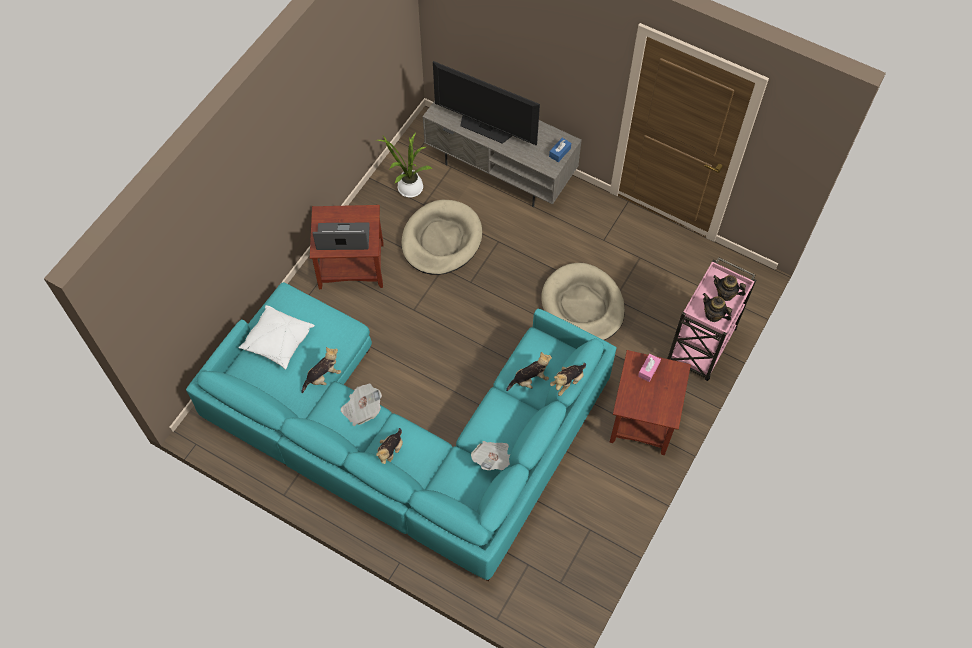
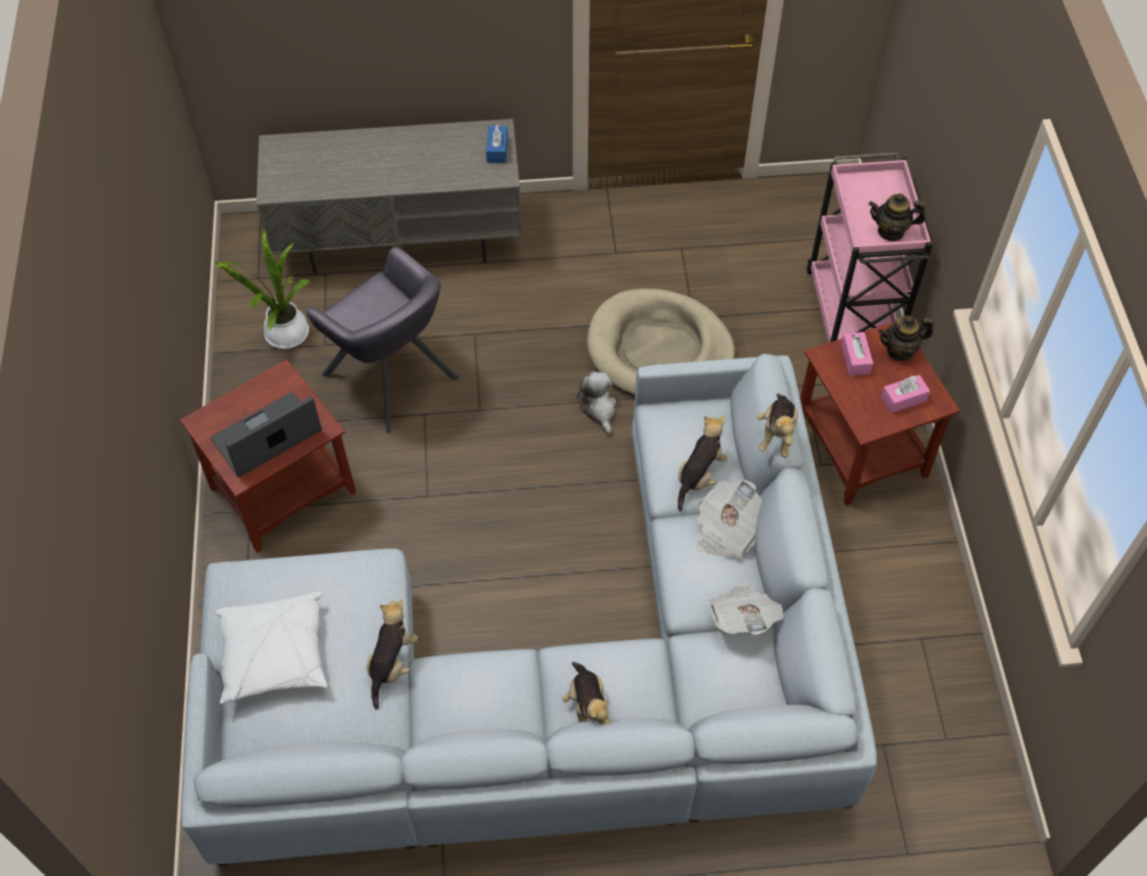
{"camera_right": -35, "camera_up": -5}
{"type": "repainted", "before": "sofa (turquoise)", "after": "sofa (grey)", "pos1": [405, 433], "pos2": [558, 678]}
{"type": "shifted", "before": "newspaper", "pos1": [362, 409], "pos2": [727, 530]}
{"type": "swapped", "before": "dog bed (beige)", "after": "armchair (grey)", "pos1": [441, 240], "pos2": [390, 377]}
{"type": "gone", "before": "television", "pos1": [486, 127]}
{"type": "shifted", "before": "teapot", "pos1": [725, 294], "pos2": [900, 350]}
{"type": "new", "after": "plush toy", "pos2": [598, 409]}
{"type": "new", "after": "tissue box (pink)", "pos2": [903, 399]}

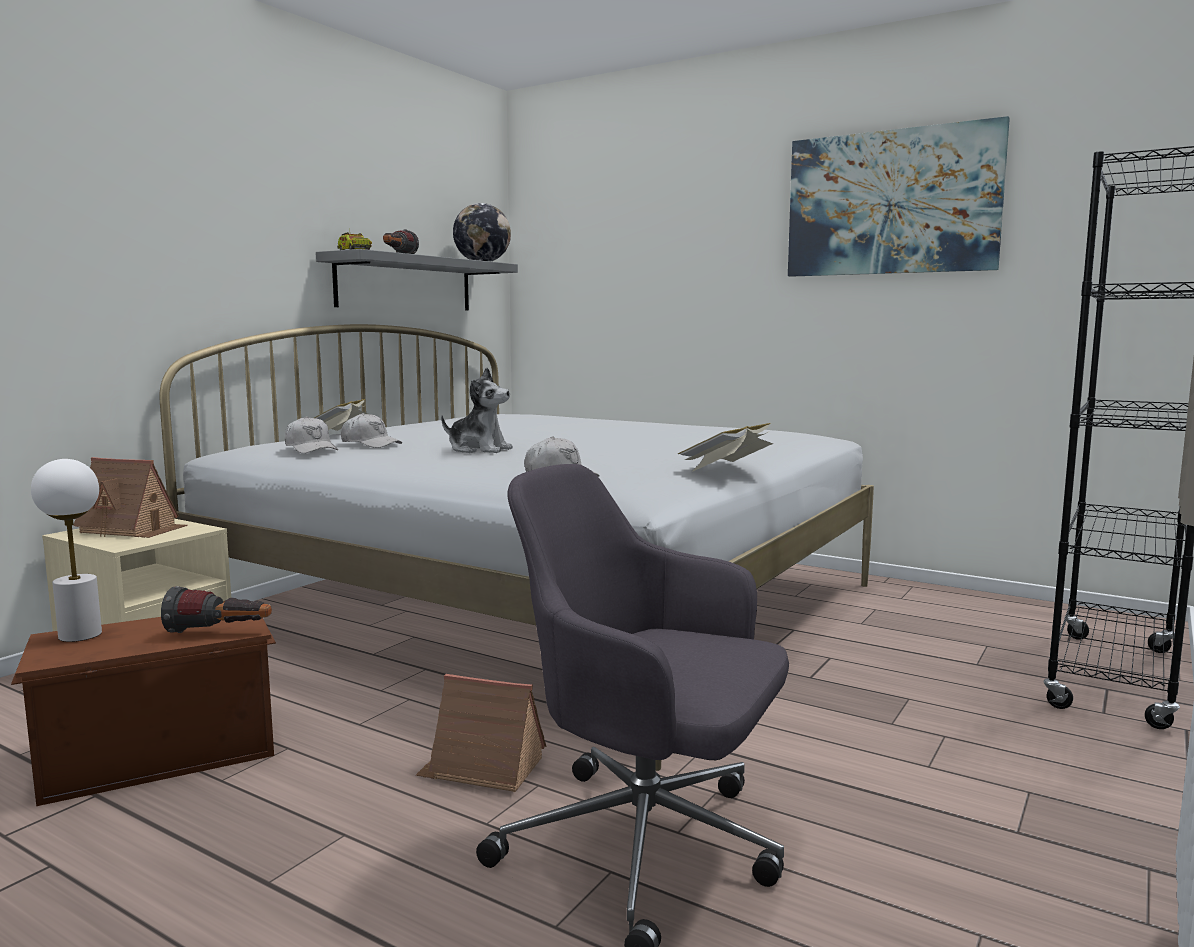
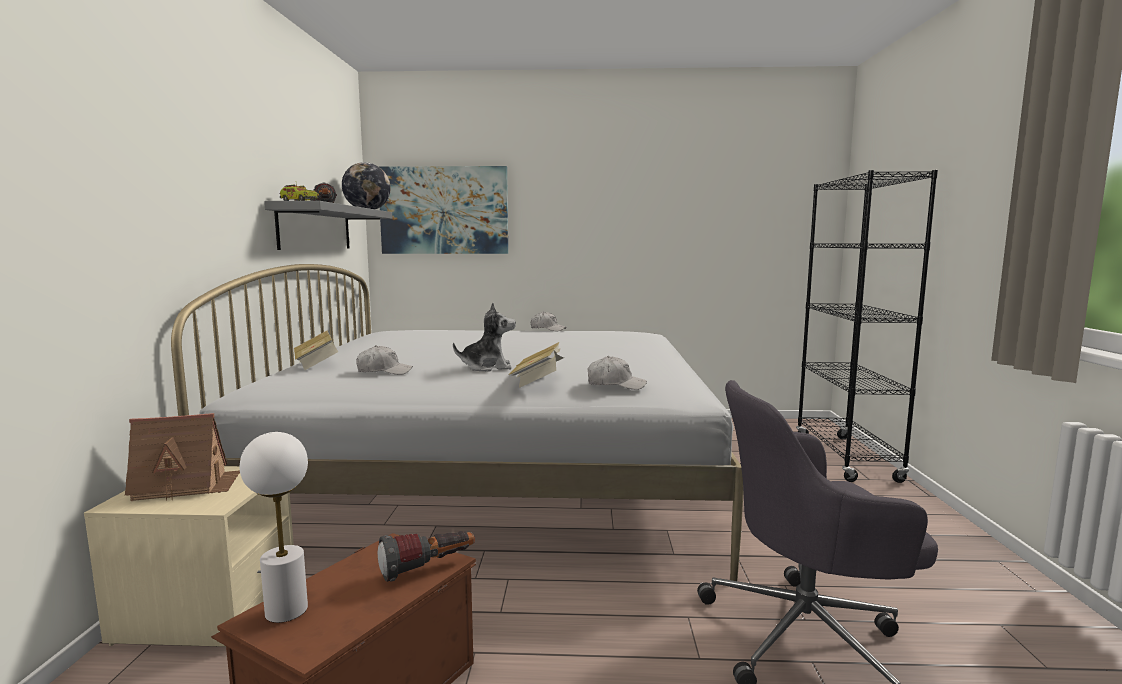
{"camera_right": -30, "camera_up": 0}
{"type": "shifted", "before": "cap (white)", "pos1": [311, 449], "pos2": [548, 329]}
{"type": "gone", "before": "toy house", "pos1": [482, 767]}
{"type": "shifted", "before": "book", "pos1": [727, 468], "pos2": [538, 380]}
{"type": "shifted", "before": "picture", "pos1": [891, 203], "pos2": [444, 210]}

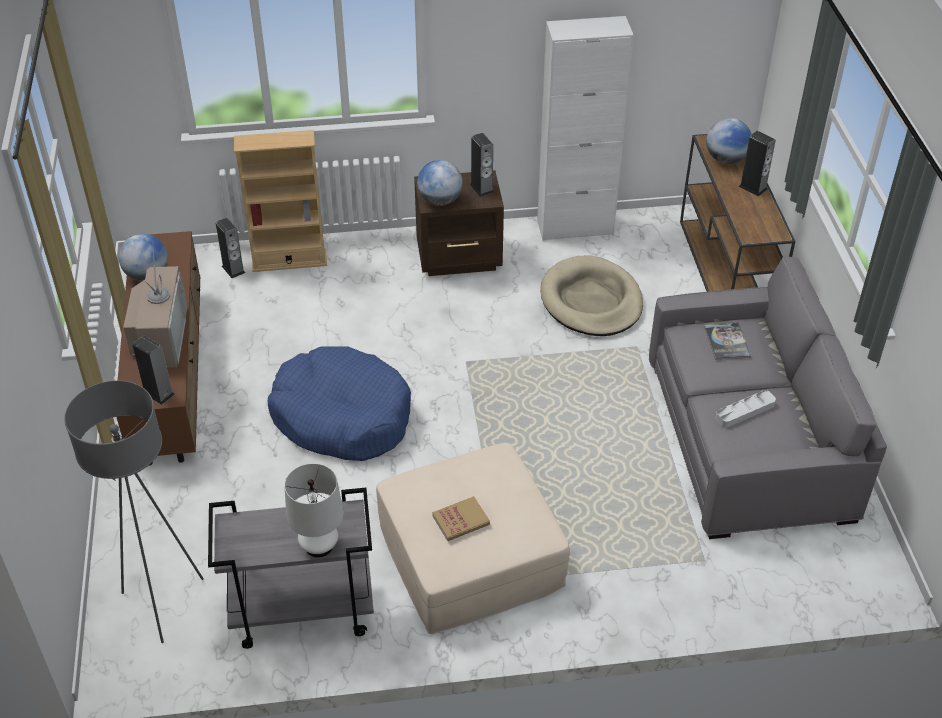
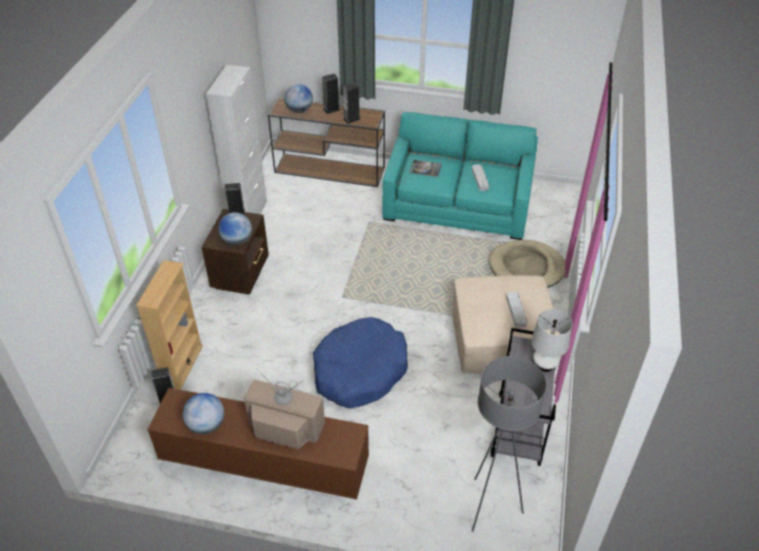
{"camera_right": -70, "camera_up": 0}
{"type": "shifted", "before": "speaker", "pos1": [158, 393], "pos2": [351, 119]}
{"type": "swapped", "before": "book", "after": "tray (grey)", "pos1": [461, 520], "pos2": [516, 311]}
{"type": "shifted", "before": "dog bed (beige)", "pos1": [591, 301], "pos2": [526, 268]}
{"type": "repainted", "before": "sofa (grey)", "after": "sofa (turquoise)", "pos1": [750, 438], "pos2": [458, 203]}

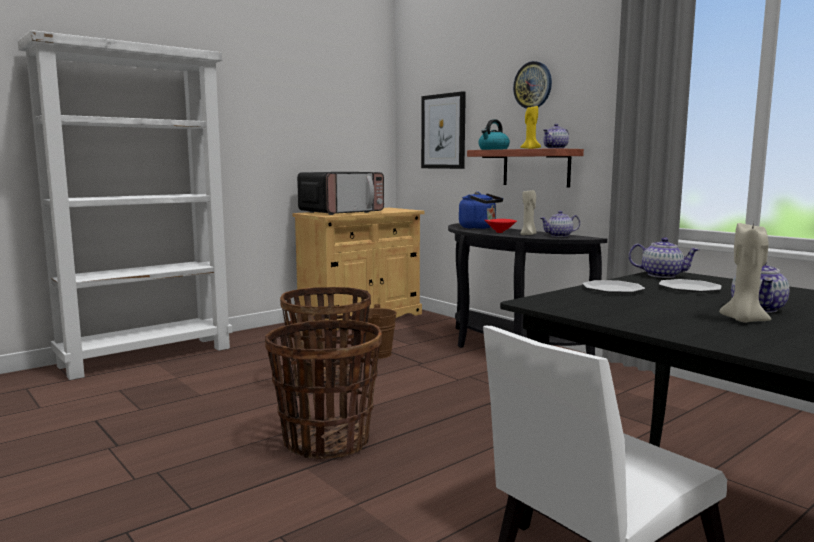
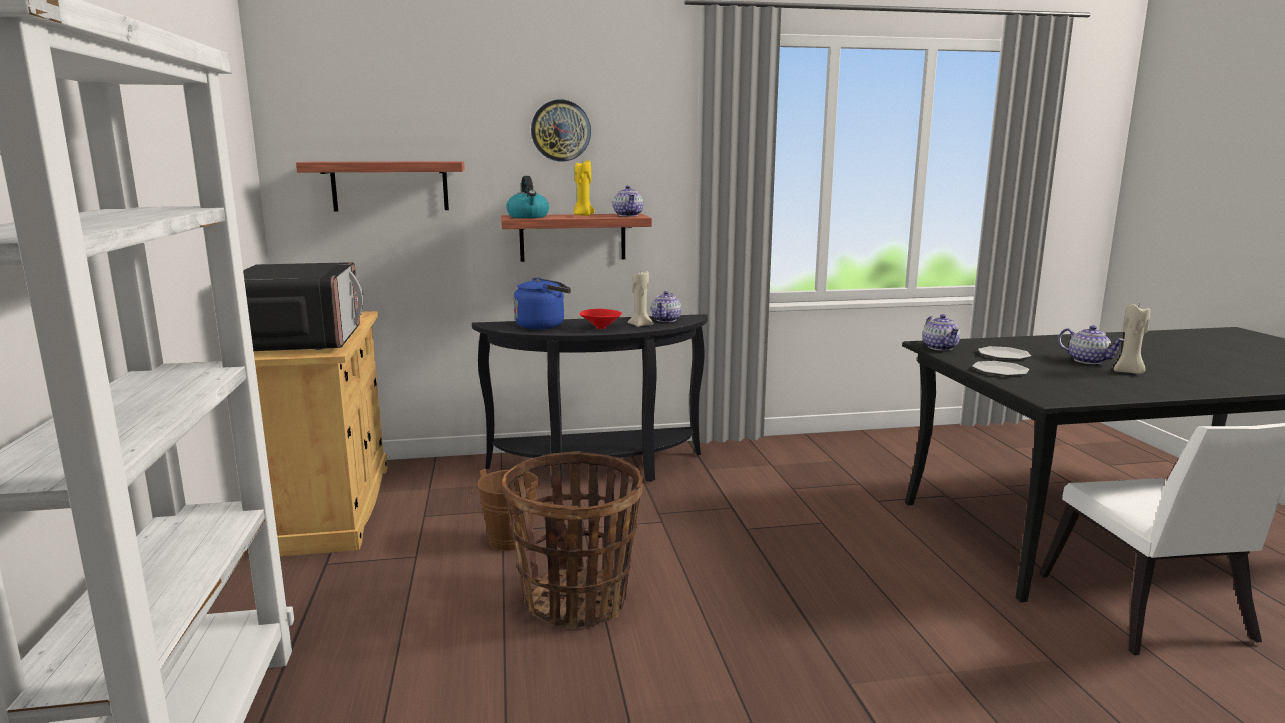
{"camera_right": -60, "camera_up": 5}
{"type": "gone", "before": "basket", "pos1": [326, 441]}
{"type": "swapped", "before": "picture", "after": "shelf", "pos1": [443, 131], "pos2": [390, 186]}
{"type": "rotated", "before": "teapot", "pos1": [662, 275], "pos2": [940, 347], "turn": 120}

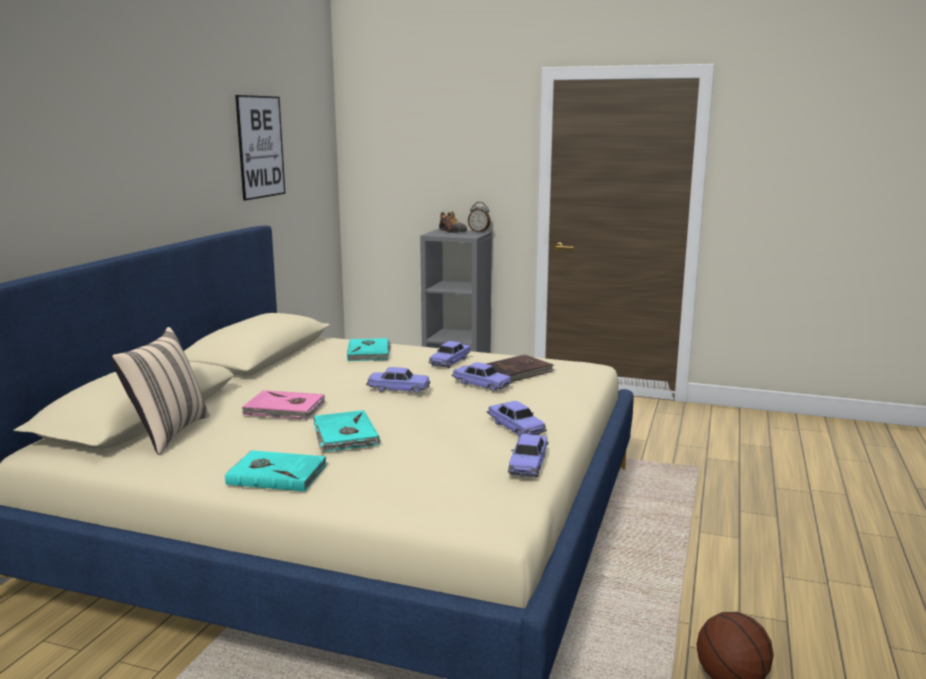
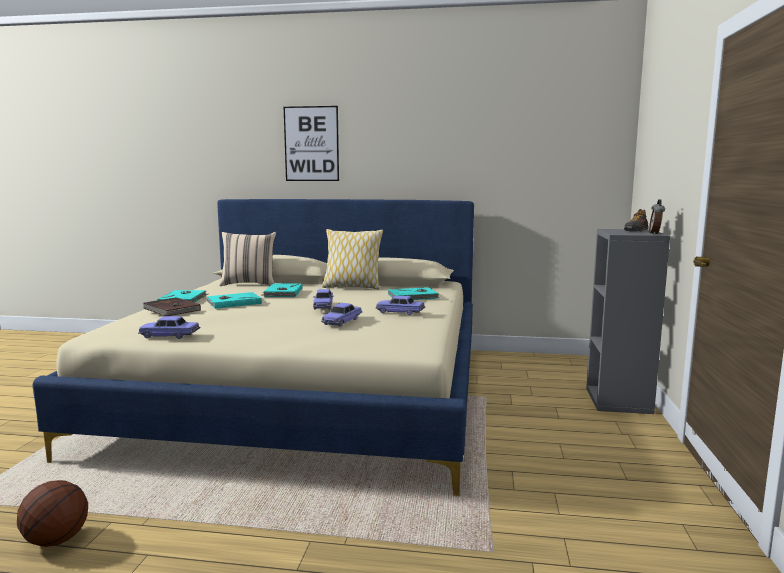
{"camera_right": 80, "camera_up": -5}
{"type": "shifted", "before": "picture", "pos1": [260, 147], "pos2": [311, 144]}
{"type": "repainted", "before": "book (pink)", "after": "book (turquoise)", "pos1": [284, 409], "pos2": [282, 292]}
{"type": "shifted", "before": "book (brown)", "pos1": [518, 372], "pos2": [171, 310]}
{"type": "gone", "before": "toy car", "pos1": [516, 427]}
{"type": "new", "after": "pillow", "pos2": [352, 287]}

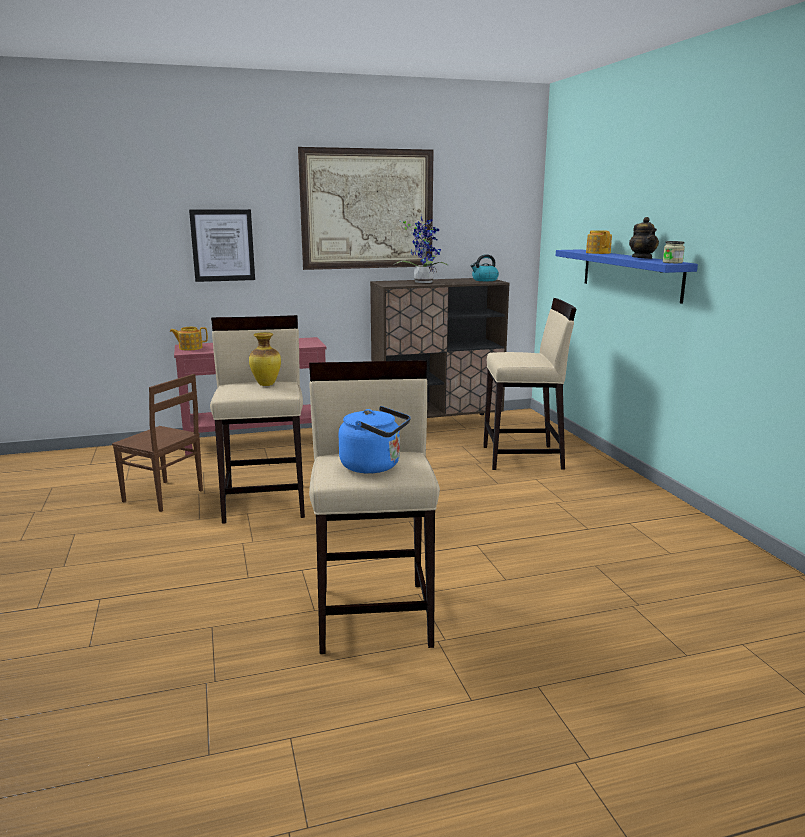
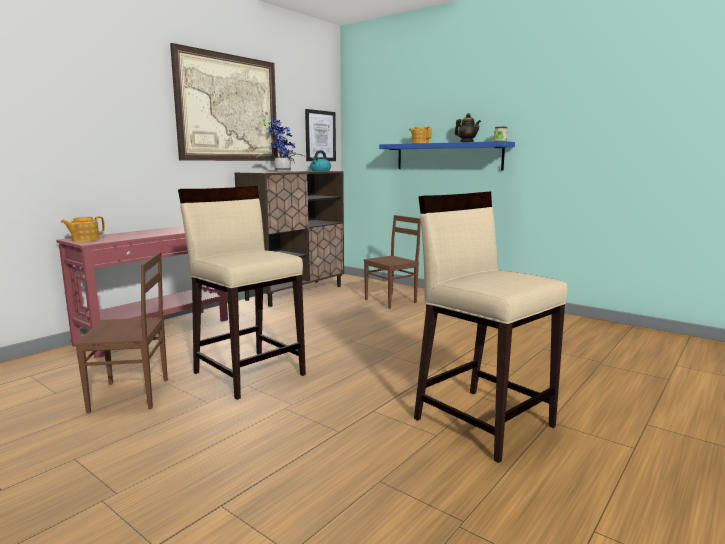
{"camera_right": -35, "camera_up": -5}
{"type": "shifted", "before": "picture", "pos1": [222, 245], "pos2": [320, 136]}
{"type": "gone", "before": "vase", "pos1": [266, 385]}
{"type": "gone", "before": "kettle (blue)", "pos1": [374, 466]}
{"type": "swapped", "before": "stool (beige)", "after": "chair (brown)", "pos1": [523, 458], "pos2": [391, 301]}

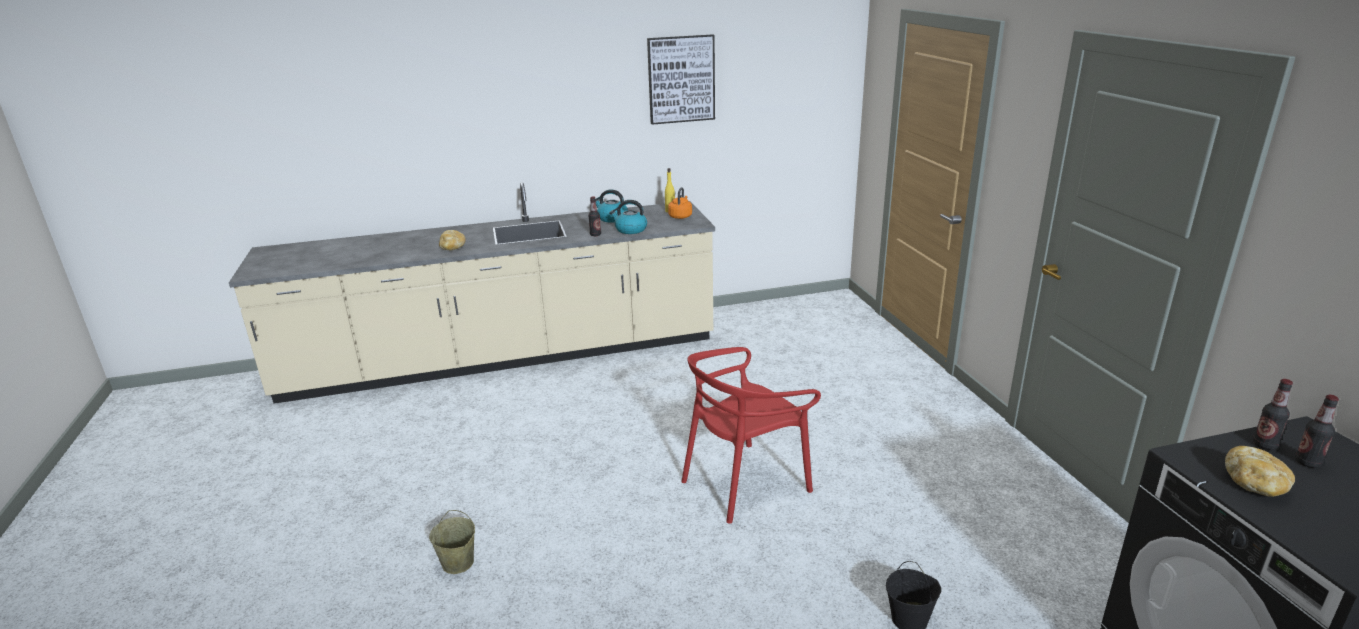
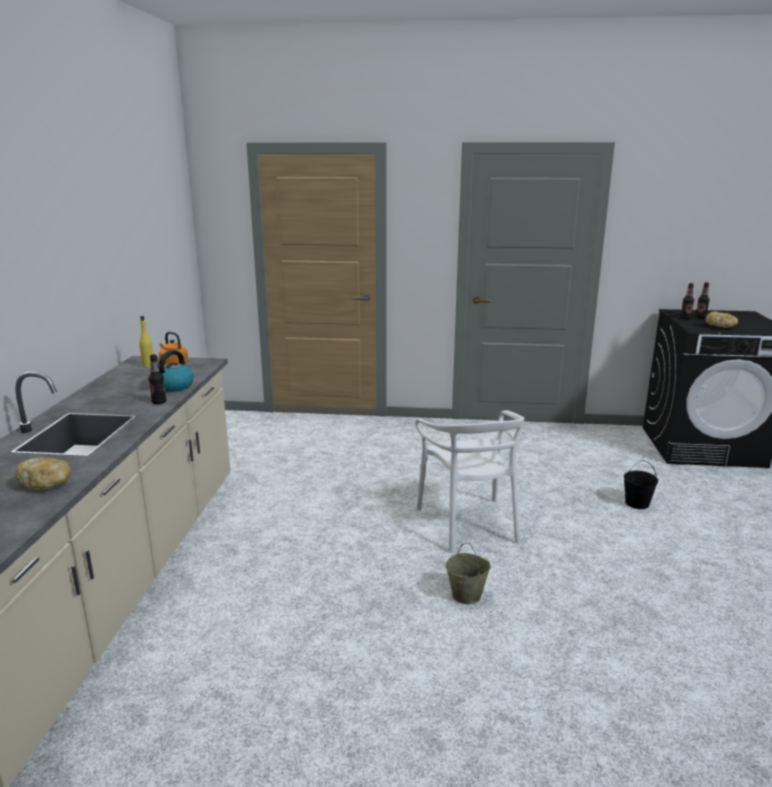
{"camera_right": -70, "camera_up": -5}
{"type": "shifted", "before": "bucket (beige)", "pos1": [458, 563], "pos2": [467, 595]}
{"type": "gone", "before": "kettle", "pos1": [612, 218]}
{"type": "gone", "before": "picture", "pos1": [681, 79]}
{"type": "repainted", "before": "chair (red)", "after": "chair (white)", "pos1": [744, 483], "pos2": [469, 524]}

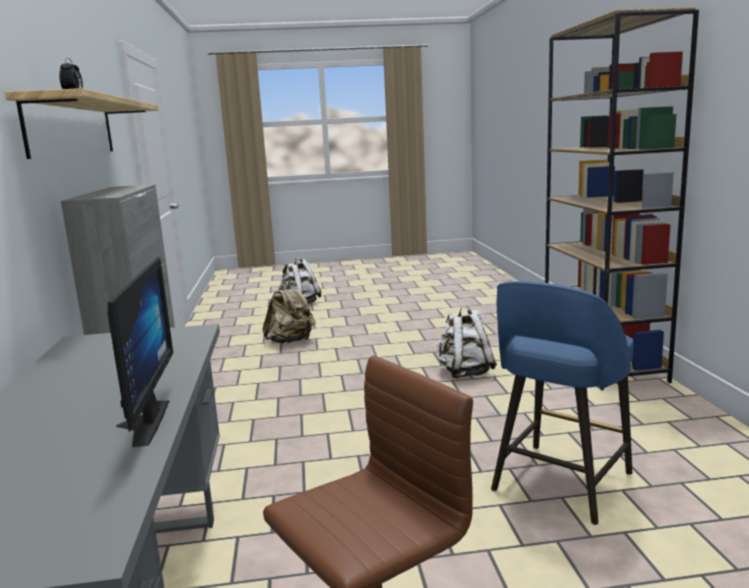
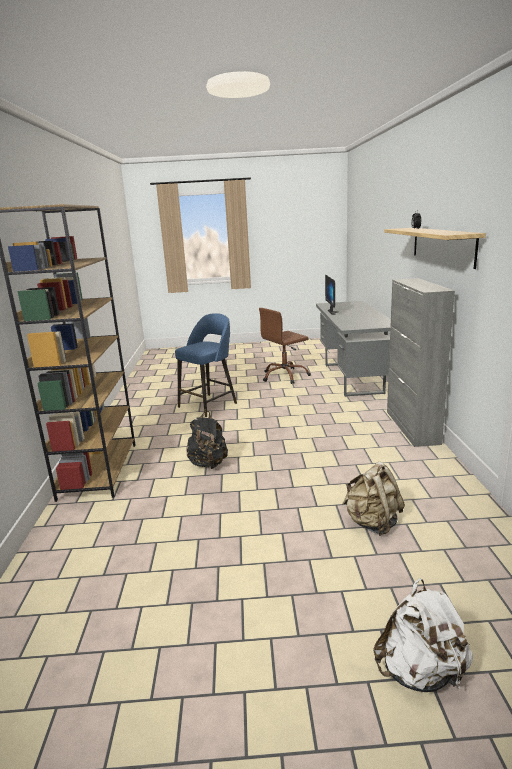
{"camera_right": -175, "camera_up": 5}
{"type": "repainted", "before": "backpack (white)", "after": "backpack (black)", "pos1": [465, 373], "pos2": [208, 464]}

